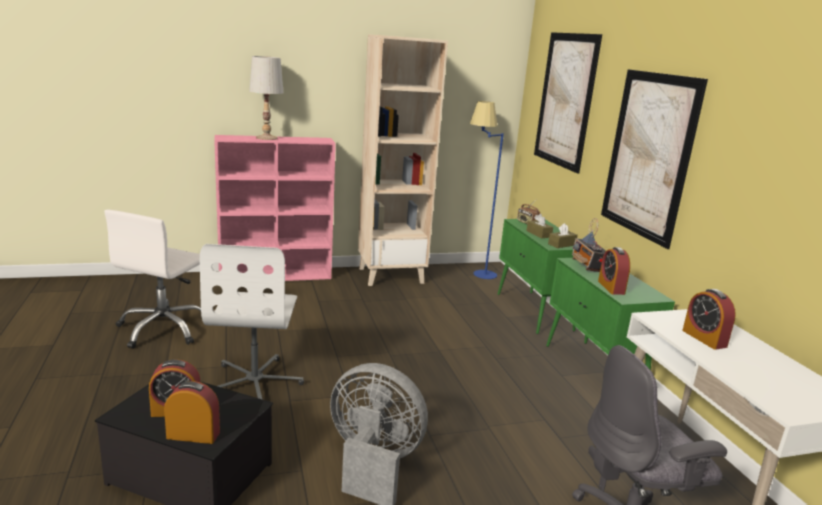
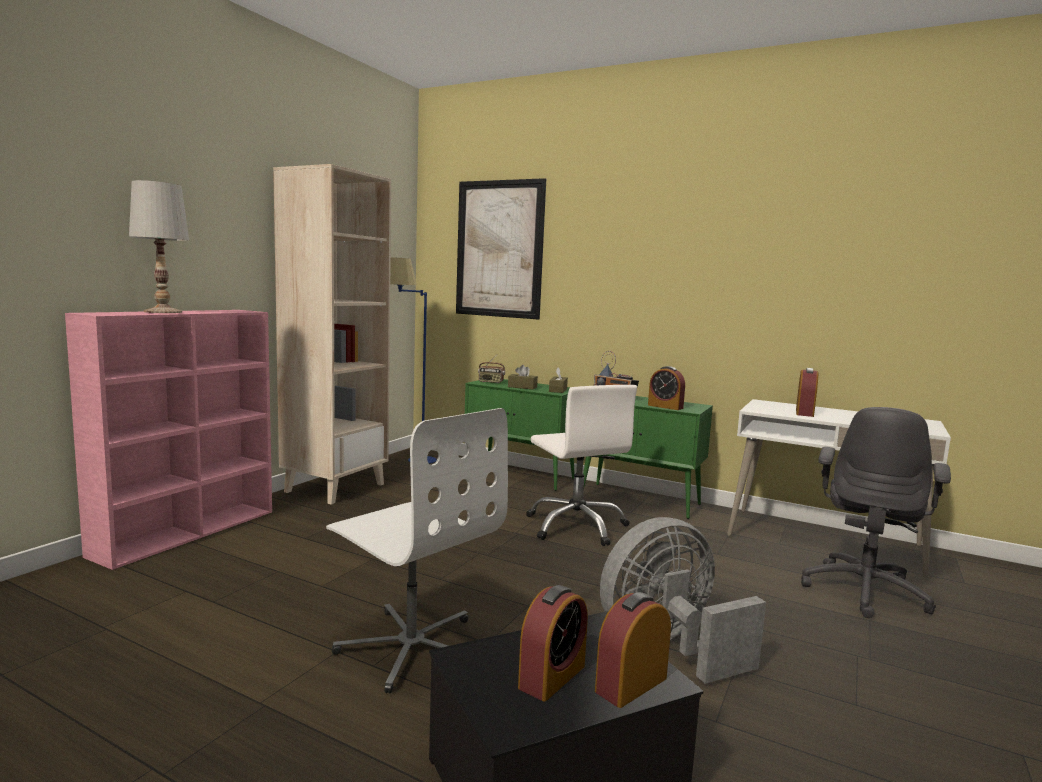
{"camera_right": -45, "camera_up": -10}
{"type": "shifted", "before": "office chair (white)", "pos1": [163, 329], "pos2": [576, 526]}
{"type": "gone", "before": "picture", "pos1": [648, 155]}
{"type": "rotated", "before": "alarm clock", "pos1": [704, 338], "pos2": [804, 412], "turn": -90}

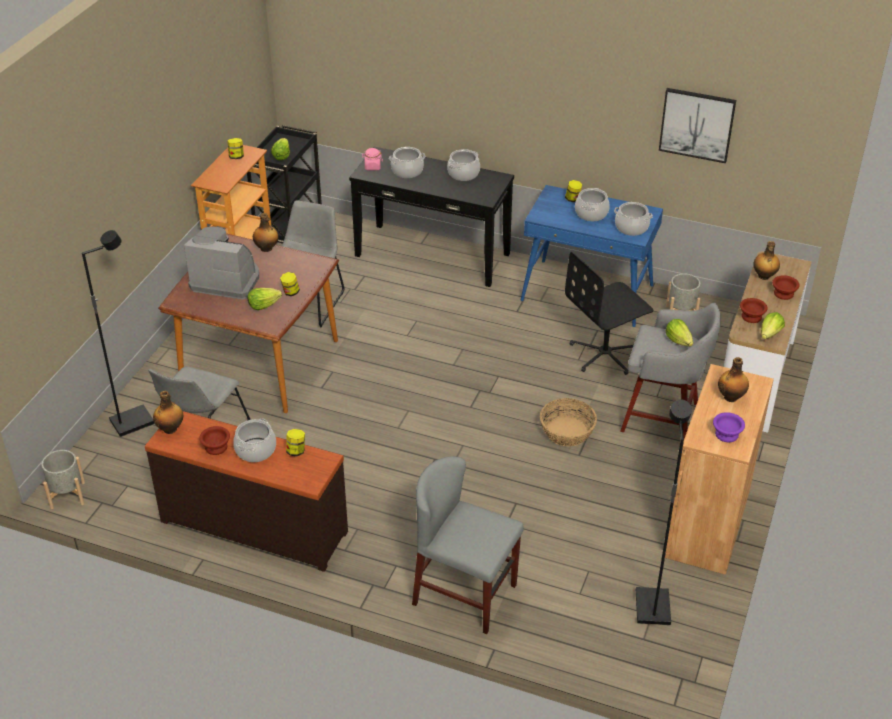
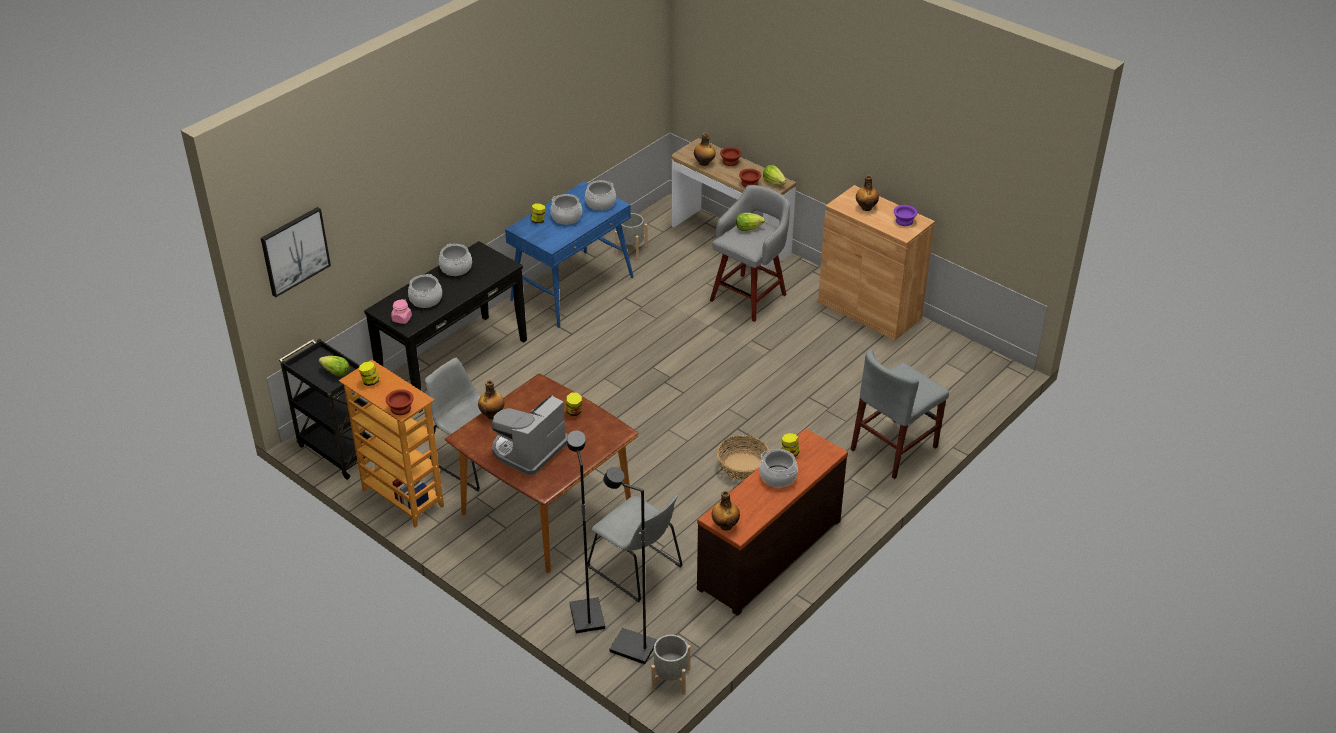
{"camera_right": -70, "camera_up": 0}
{"type": "shifted", "before": "bowl (brown)", "pos1": [216, 446], "pos2": [400, 408]}
{"type": "gone", "before": "lettuce", "pos1": [263, 305]}
{"type": "shifted", "before": "basket", "pos1": [567, 432], "pos2": [743, 467]}
{"type": "gone", "before": "office chair (black)", "pos1": [605, 354]}
{"type": "shifted", "before": "floor lamp (black)", "pos1": [651, 607], "pos2": [632, 648]}
{"type": "shifted", "before": "picture", "pos1": [697, 124], "pos2": [294, 251]}

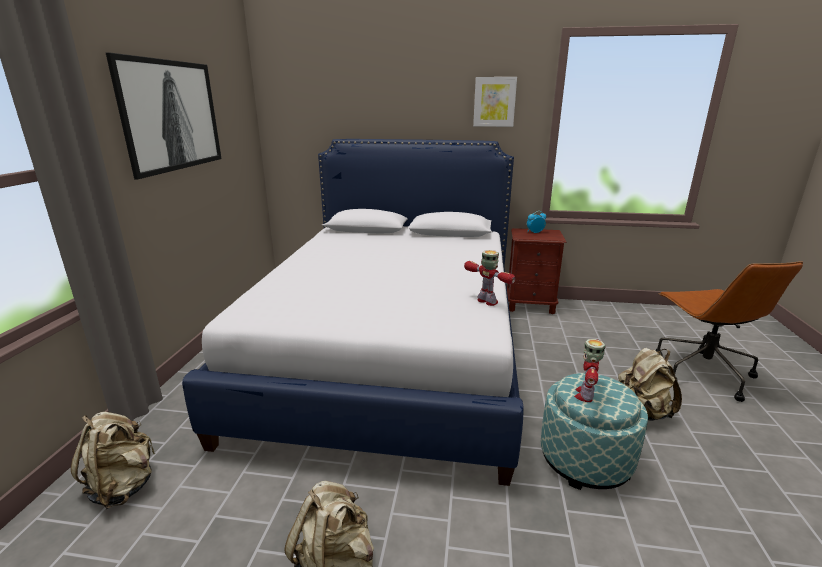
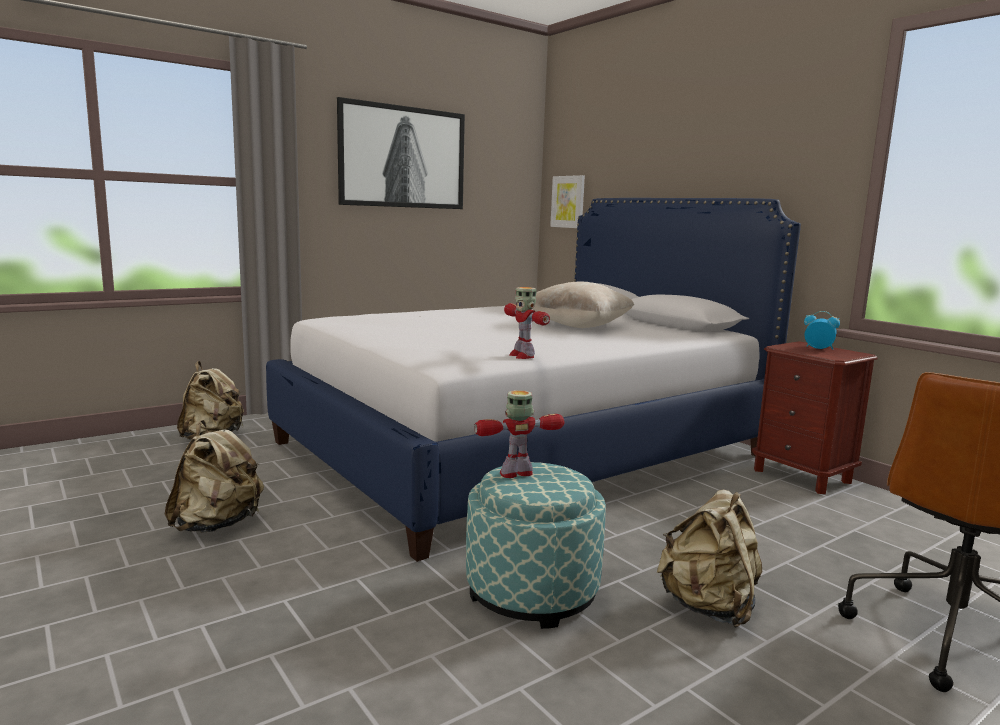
{"camera_right": 45, "camera_up": -10}
{"type": "rotated", "before": "toy robot", "pos1": [487, 302], "pos2": [522, 356], "turn": 150}
{"type": "shifted", "before": "picture", "pos1": [494, 102], "pos2": [568, 202]}
{"type": "new", "after": "pillow (beige)", "pos2": [579, 326]}

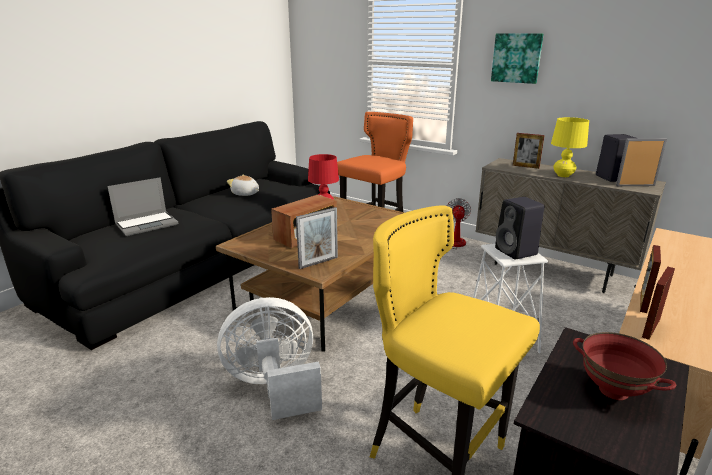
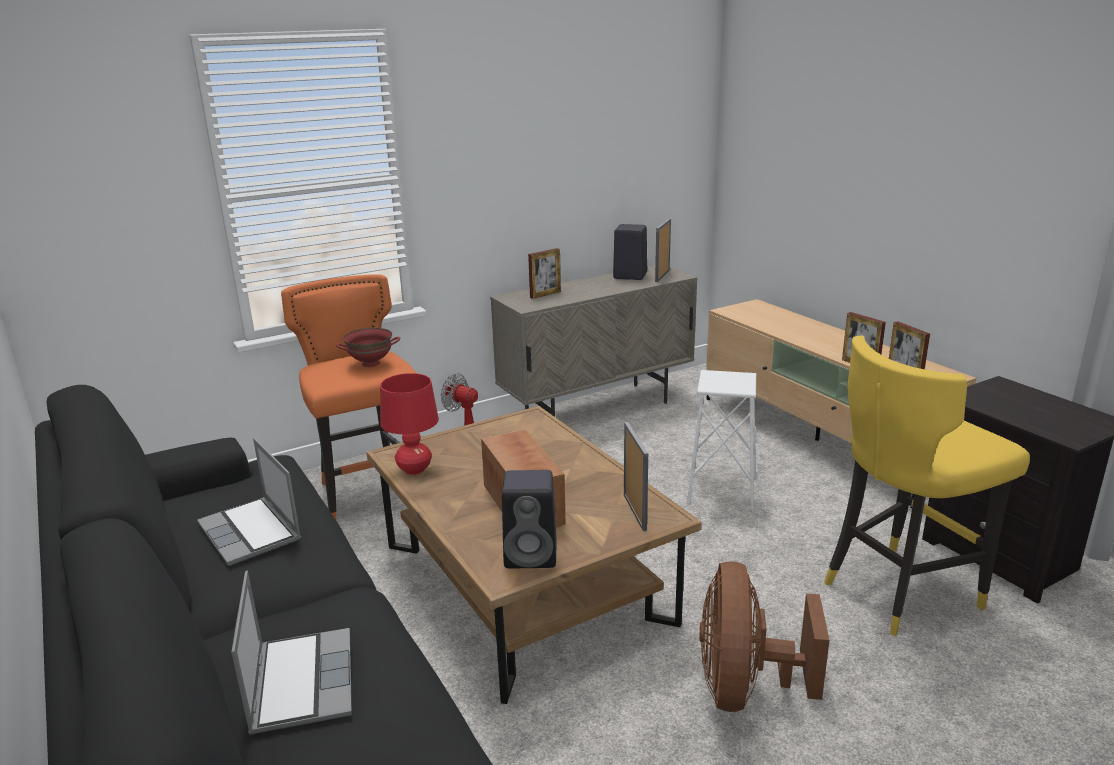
{"camera_right": -65, "camera_up": 0}
{"type": "repainted", "before": "fan (white)", "after": "fan (brown)", "pos1": [274, 387], "pos2": [745, 688]}
{"type": "swapped", "before": "plush toy", "after": "laptop", "pos1": [245, 194], "pos2": [252, 533]}
{"type": "gone", "before": "picture", "pos1": [517, 58]}
{"type": "shifted", "before": "speaker (black)", "pos1": [517, 252], "pos2": [533, 555]}
{"type": "gone", "before": "table lamp (yellow)", "pos1": [563, 175]}
{"type": "shifted", "before": "bowl (red)", "pos1": [612, 391], "pos2": [370, 364]}

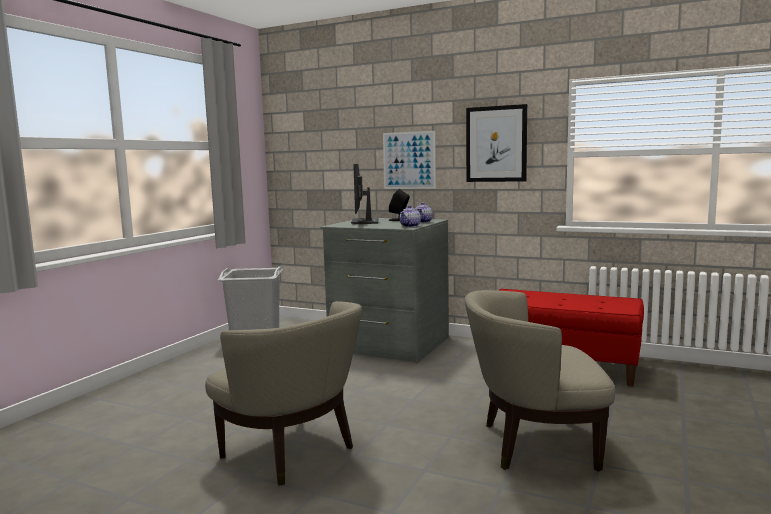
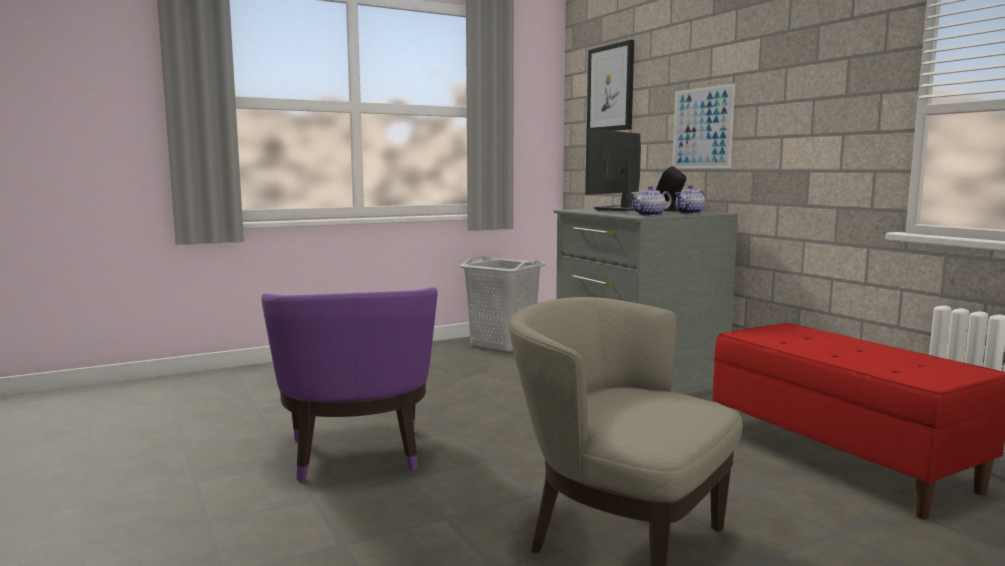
{"camera_right": 35, "camera_up": 0}
{"type": "repainted", "before": "armchair (beige)", "after": "armchair (purple)", "pos1": [292, 453], "pos2": [357, 456]}
{"type": "shifted", "before": "picture", "pos1": [496, 144], "pos2": [611, 88]}

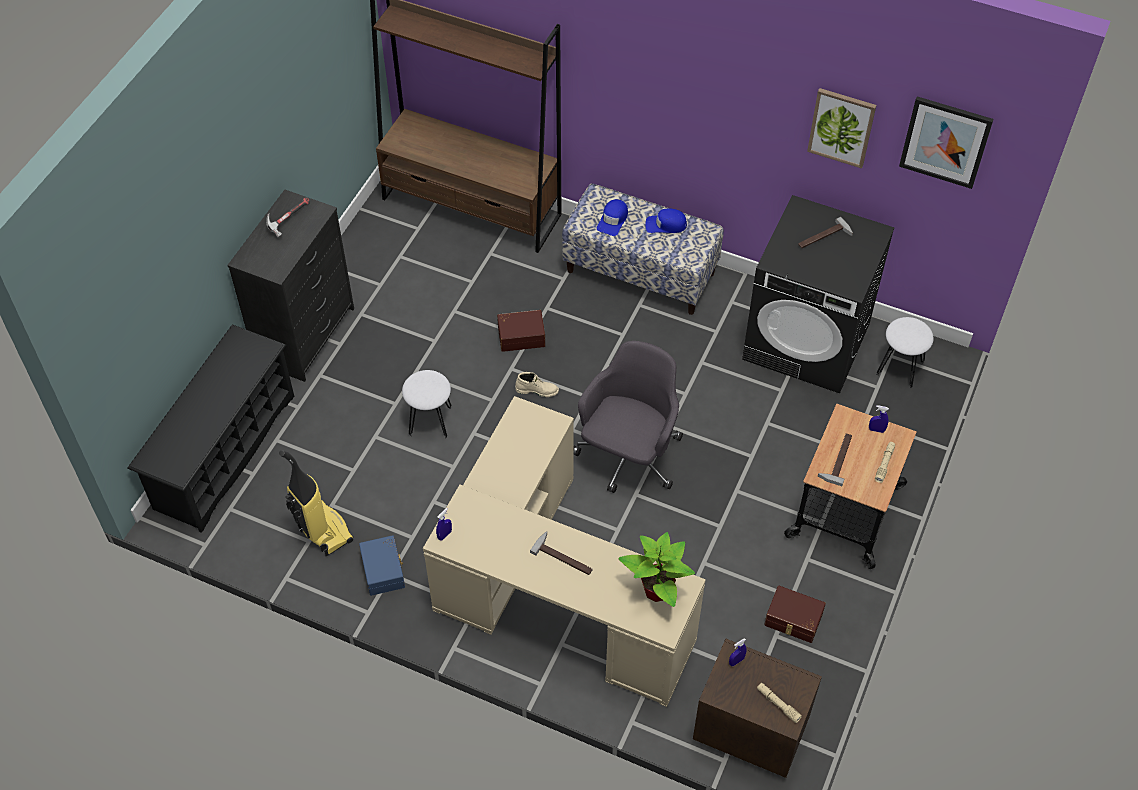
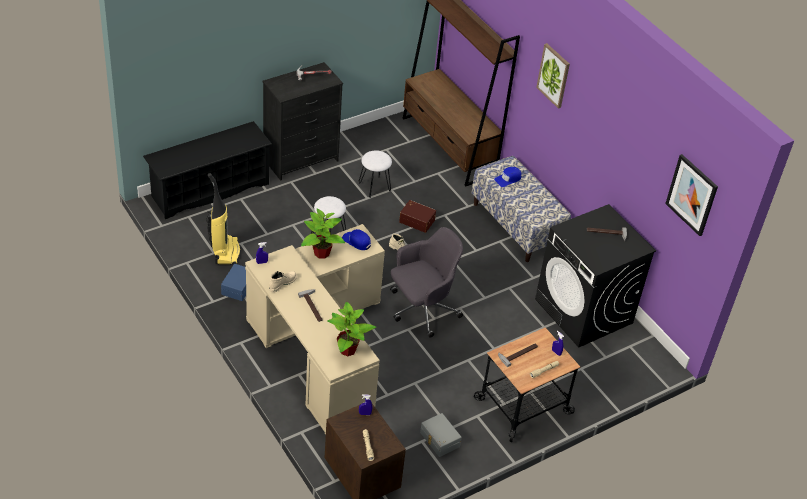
{"camera_right": 30, "camera_up": -10}
{"type": "shifted", "before": "cap (blue)", "pos1": [665, 225], "pos2": [356, 241]}
{"type": "repainted", "before": "storage box (brown)", "after": "storage box (grey)", "pos1": [793, 620], "pos2": [439, 440]}
{"type": "shifted", "before": "picture", "pos1": [841, 127], "pos2": [554, 75]}
{"type": "shifted", "before": "stool (white)", "pos1": [900, 368], "pos2": [374, 187]}
{"type": "new", "after": "boot (beige)", "pos2": [282, 283]}
{"type": "new", "after": "potted plant", "pos2": [321, 253]}

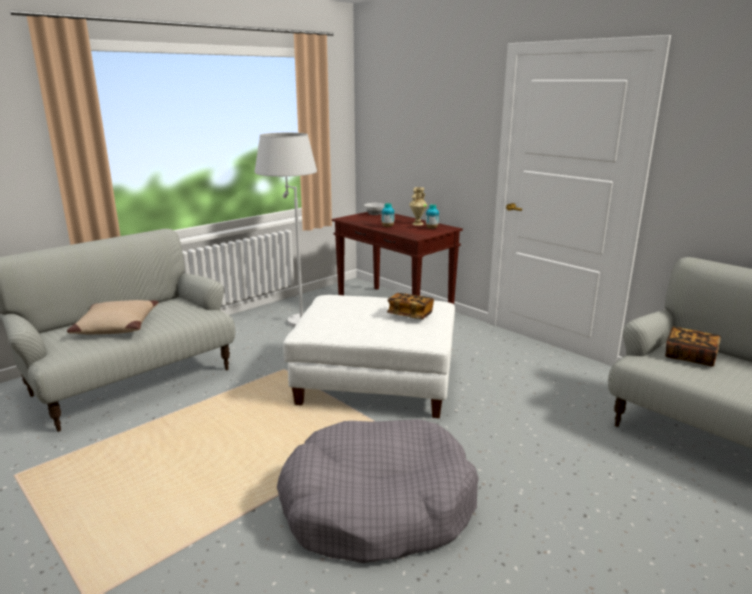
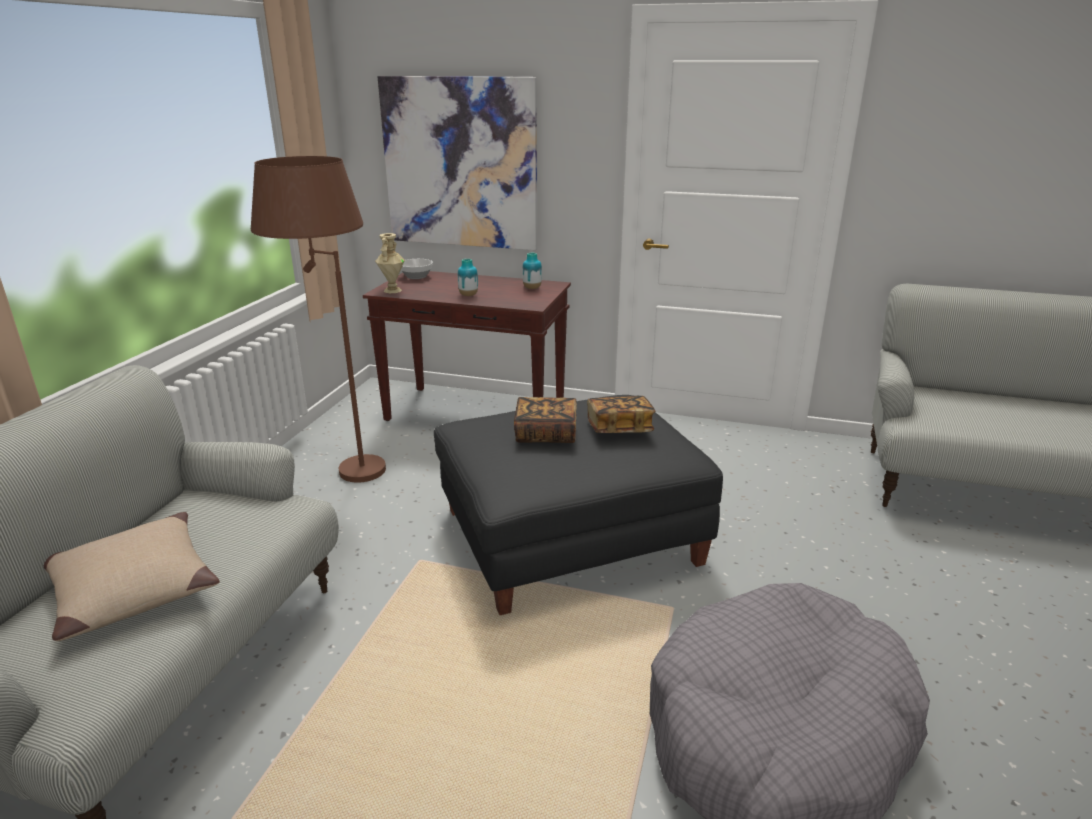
{"camera_right": -30, "camera_up": 5}
{"type": "repainted", "before": "floor lamp (white)", "after": "floor lamp (brown)", "pos1": [293, 317], "pos2": [341, 465]}
{"type": "repainted", "before": "ottoman (white)", "after": "ottoman (black)", "pos1": [374, 381], "pos2": [568, 536]}
{"type": "shifted", "before": "vase (beige)", "pos1": [417, 224], "pos2": [392, 290]}
{"type": "shifted", "before": "book", "pos1": [690, 356], "pos2": [546, 434]}
{"type": "new", "after": "picture", "pos2": [460, 164]}

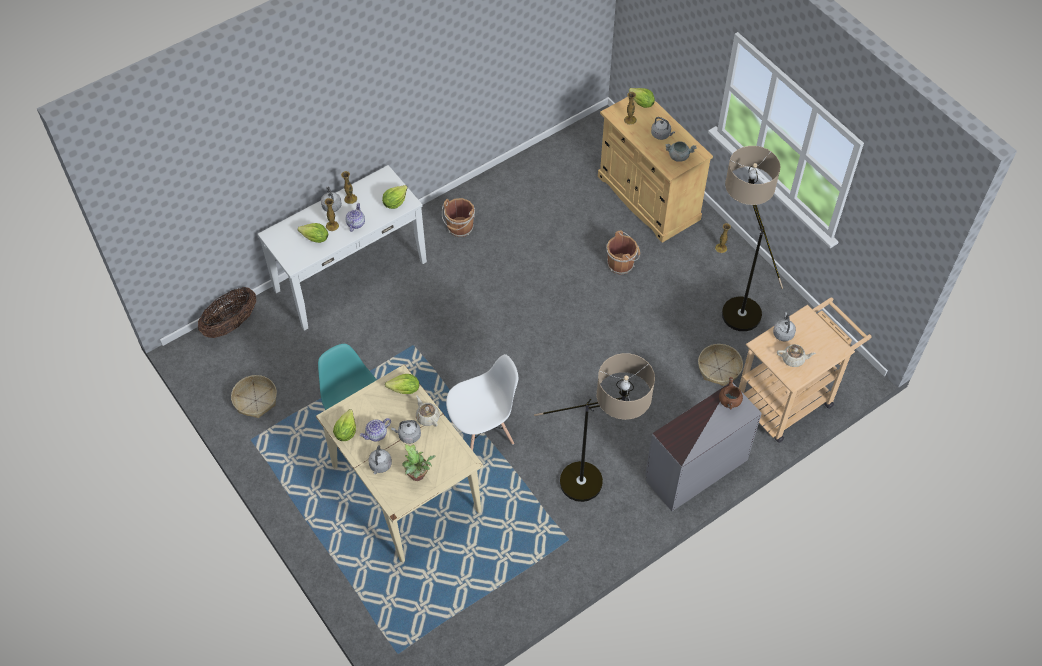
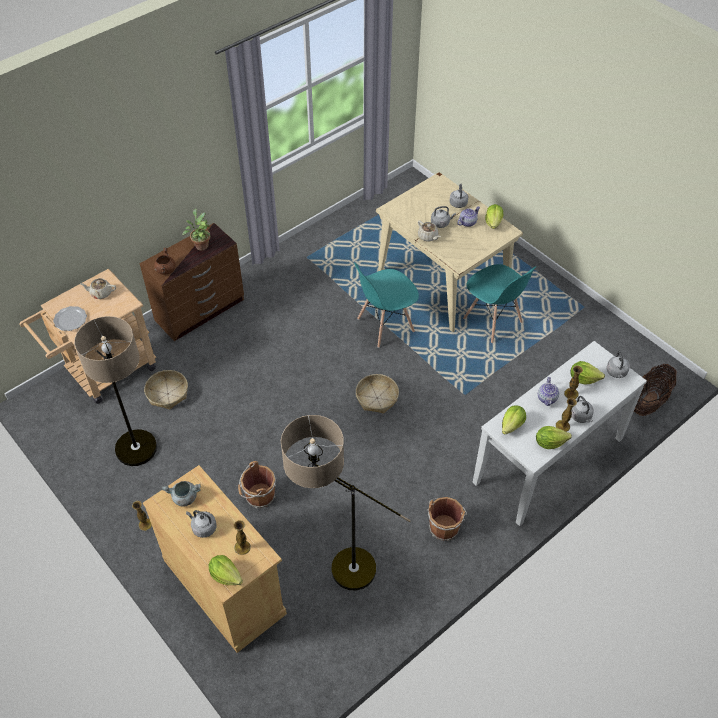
{"camera_right": 175, "camera_up": -5}
{"type": "shifted", "before": "basket", "pos1": [255, 400], "pos2": [377, 398]}
{"type": "shifted", "before": "lettuce", "pos1": [405, 390], "pos2": [549, 442]}
{"type": "shifted", "before": "potted plant", "pos1": [418, 476], "pos2": [201, 245]}
{"type": "repainted", "before": "chair (white)", "after": "chair (turquoise)", "pos1": [483, 432], "pos2": [385, 325]}
{"type": "shifted", "before": "floor lamp", "pos1": [598, 486], "pos2": [335, 566]}
{"type": "repainted", "before": "dresser (grey)", "after": "dresser (brown)", "pos1": [695, 469], "pos2": [200, 310]}
{"type": "shifted", "before": "kettle (grey)", "pos1": [783, 333], "pos2": [616, 372]}
{"type": "new", "after": "plate", "pos2": [70, 320]}

